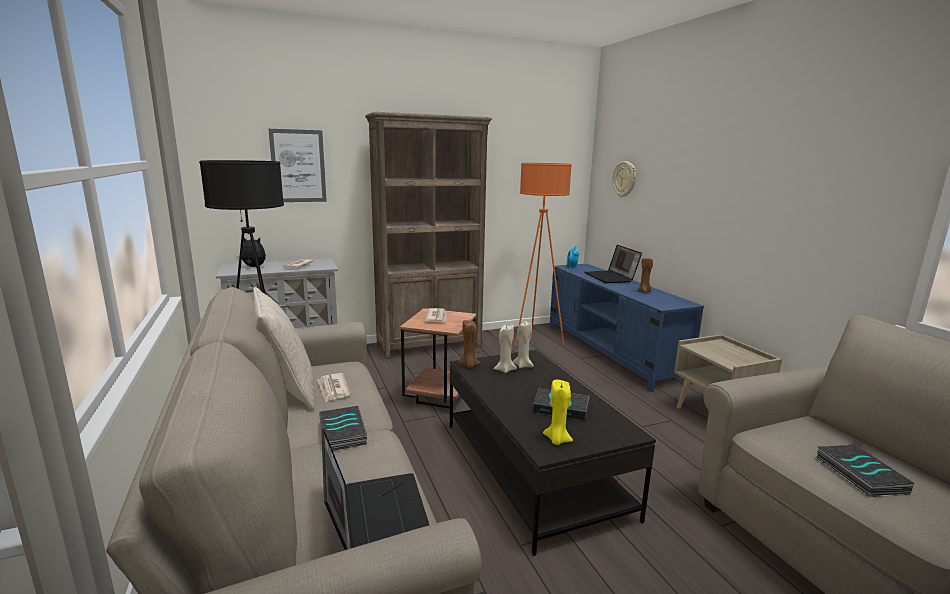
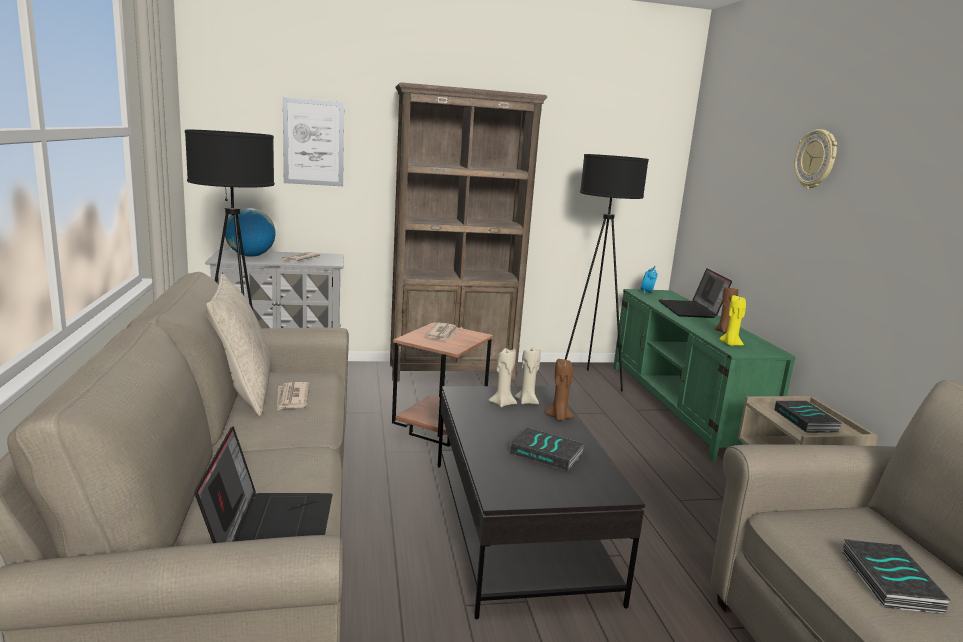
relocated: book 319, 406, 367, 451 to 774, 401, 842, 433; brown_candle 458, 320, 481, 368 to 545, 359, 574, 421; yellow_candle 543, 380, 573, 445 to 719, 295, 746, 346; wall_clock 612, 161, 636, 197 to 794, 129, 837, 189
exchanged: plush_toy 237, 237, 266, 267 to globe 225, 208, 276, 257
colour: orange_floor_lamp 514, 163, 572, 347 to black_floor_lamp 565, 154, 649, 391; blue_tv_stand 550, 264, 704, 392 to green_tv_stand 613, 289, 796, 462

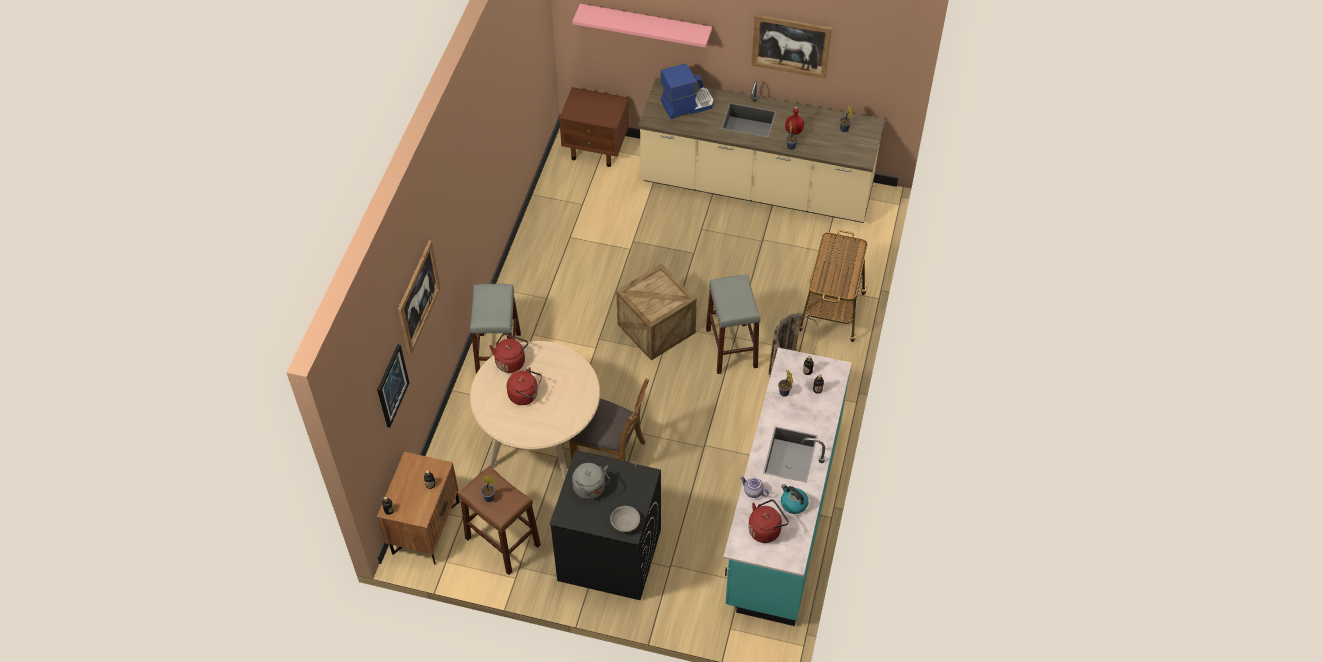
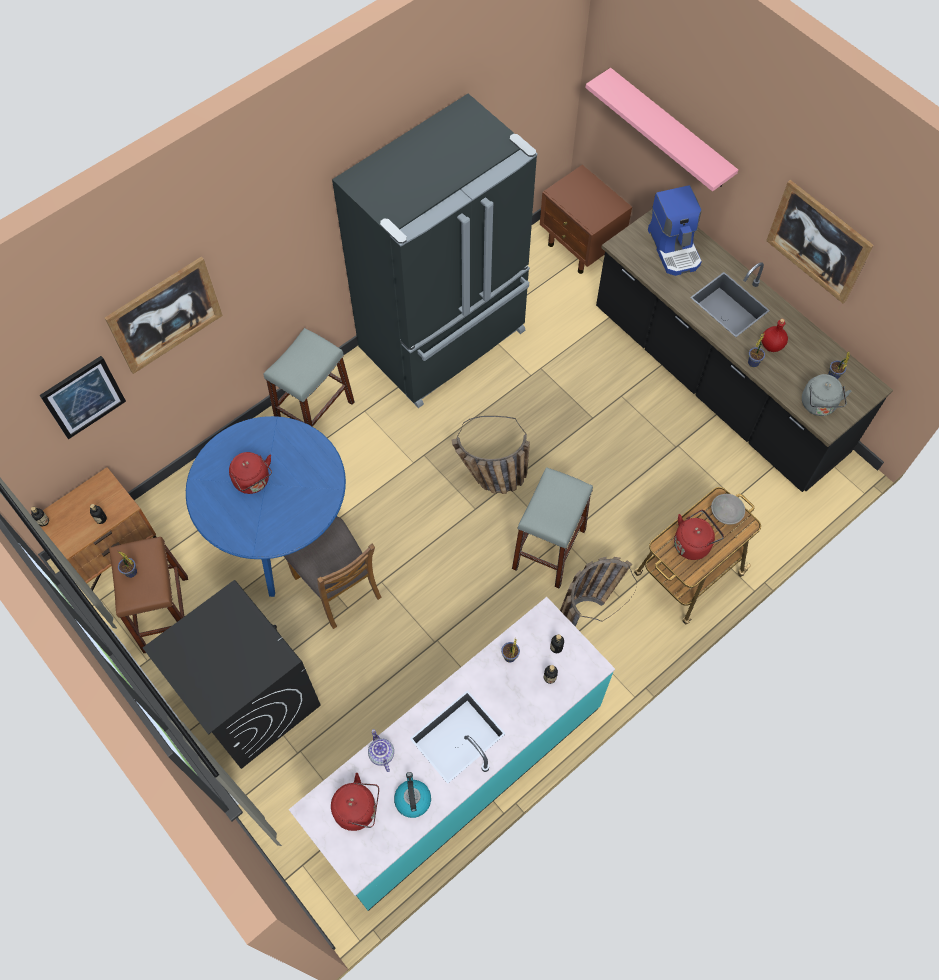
appeared: black_fridge 332, 94, 538, 408
relocated: red_kettle 489, 333, 528, 373 to 674, 510, 724, 560; grey_kettle 572, 463, 610, 500 to 802, 374, 852, 416; grey_bowl 610, 506, 640, 532 to 711, 494, 745, 525
exchanged: crate 616, 263, 697, 361 to basket 451, 416, 530, 494
colour: beige_dining_table 470, 341, 600, 480 to blue_dining_table 186, 416, 346, 597; beige_counter 638, 78, 885, 223 to black_counter 596, 209, 893, 492
spun: coffee_machine 661, 64, 714, 119 = 648, 185, 702, 276 60 degrees clockwise

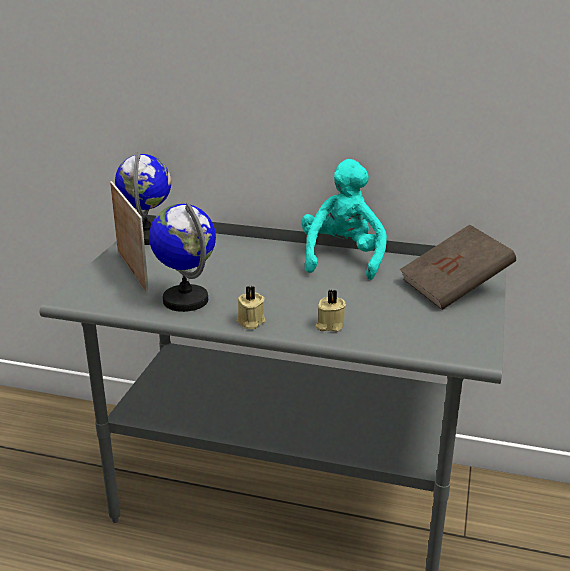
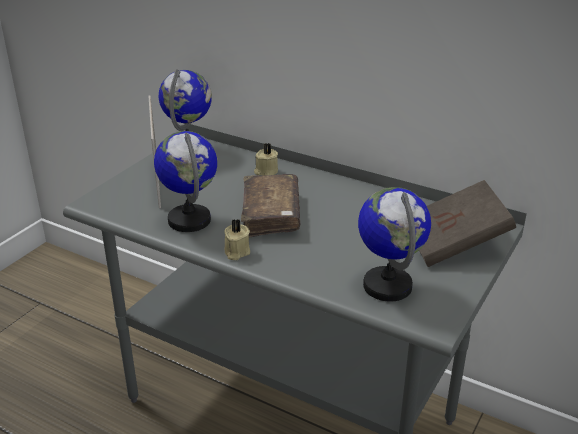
missing: turquoise_plush_toy 301, 159, 387, 280
appeared: brown_book 241, 174, 300, 237; globe 358, 187, 431, 301
relocated: beige_candle 315, 289, 346, 332 to 254, 143, 278, 176

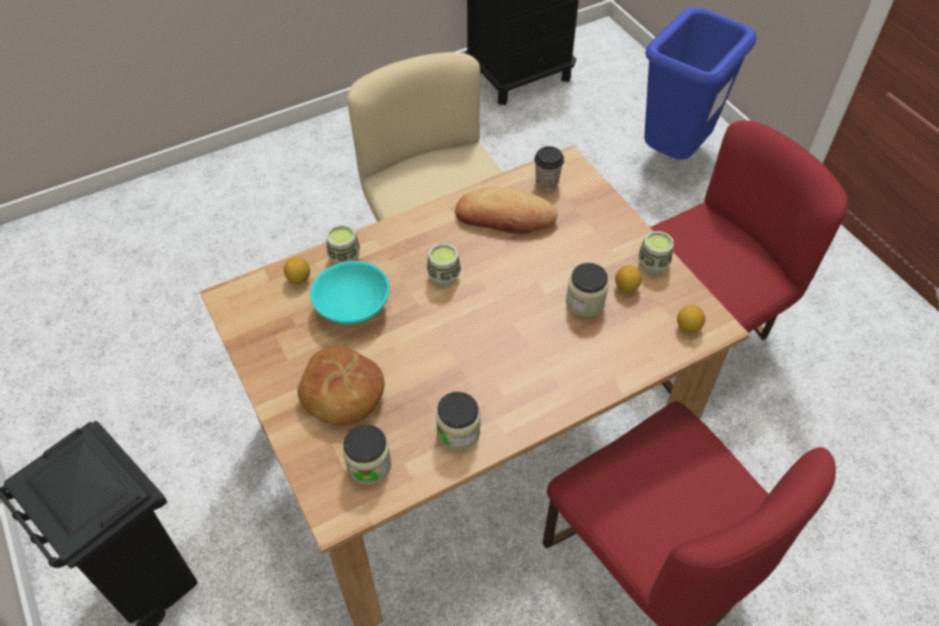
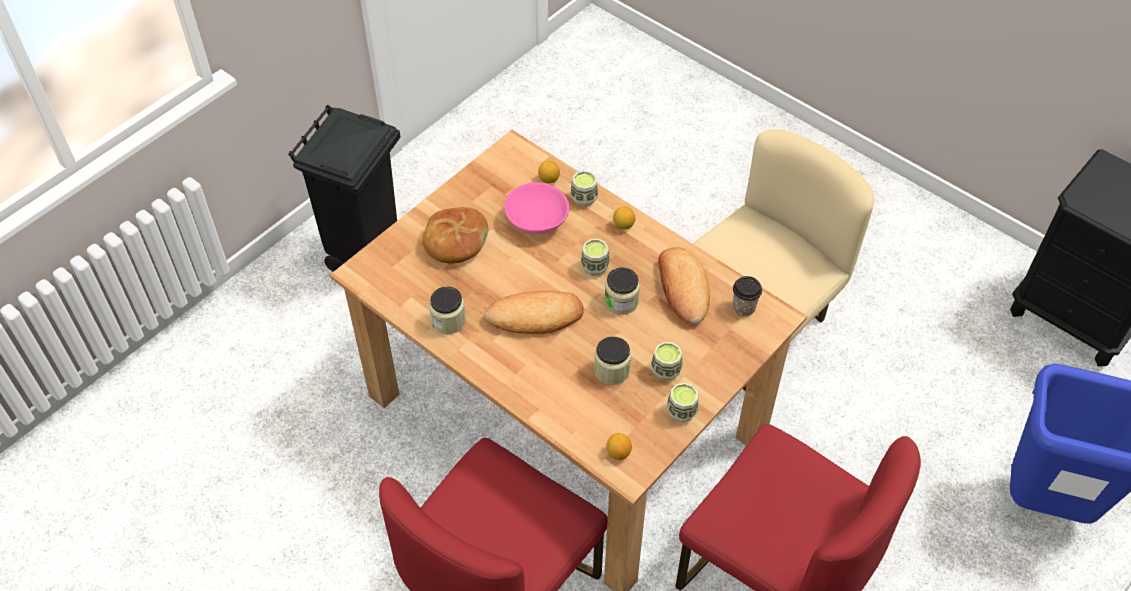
appeared: bread 485, 291, 584, 334; cup 651, 342, 683, 381
relocated: jar 343, 425, 391, 485 to 604, 267, 640, 315; lemon 615, 265, 642, 293 to 613, 206, 636, 230
colour: turquoise_bowl 310, 261, 389, 324 to pink_bowl 504, 182, 569, 234

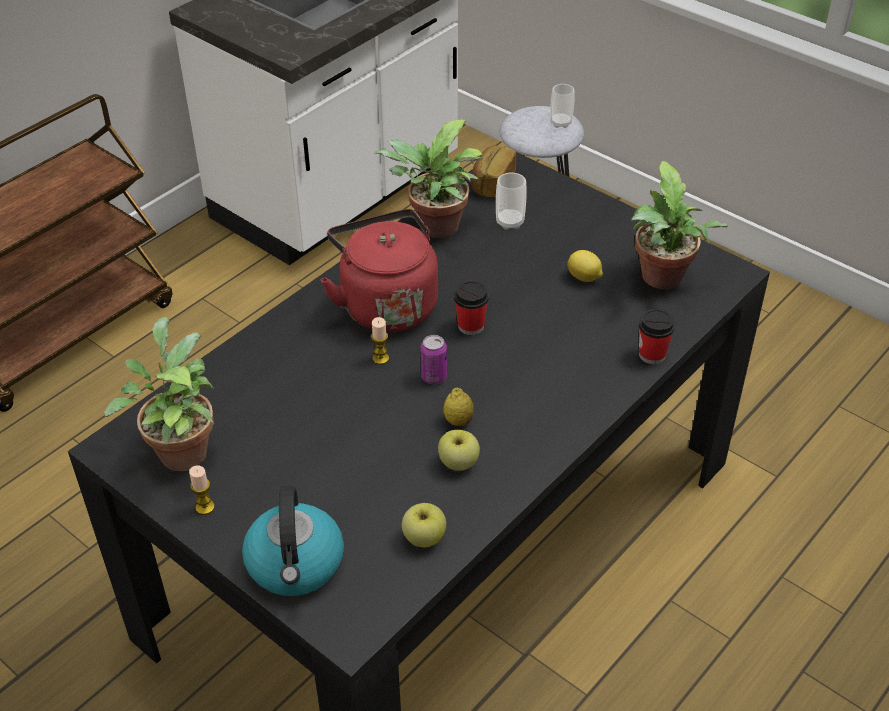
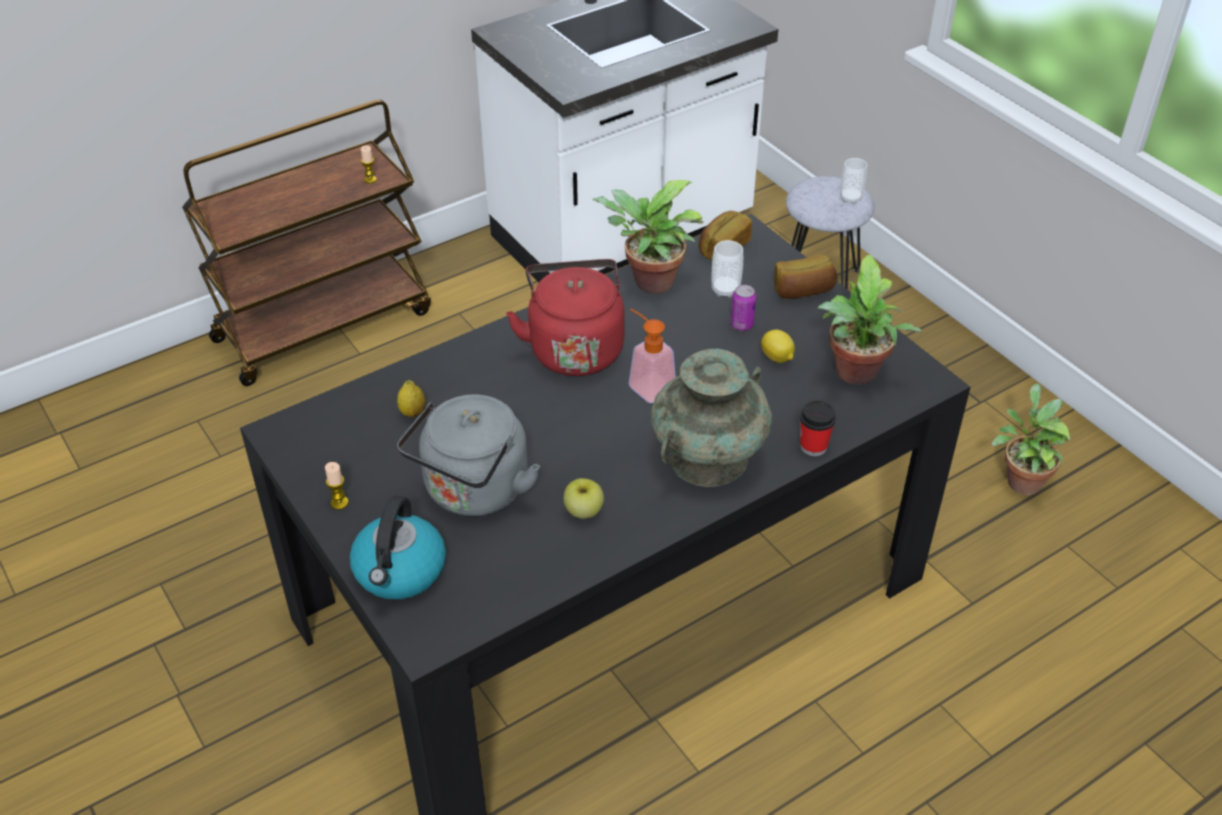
missing: apple 402, 503, 446, 547
appeared: grey_kettle 397, 394, 540, 516; turquoise_vase 651, 349, 773, 487; bread 774, 254, 837, 299
relocated: potted_plant 104, 317, 214, 471 to 992, 384, 1070, 495; candle 371, 317, 389, 365 to 361, 145, 377, 184; can 421, 335, 447, 384 to 731, 285, 756, 331; lemon 443, 388, 474, 426 to 397, 380, 425, 417
exchanged: cup 454, 281, 489, 335 to soap_dispenser 629, 309, 676, 403

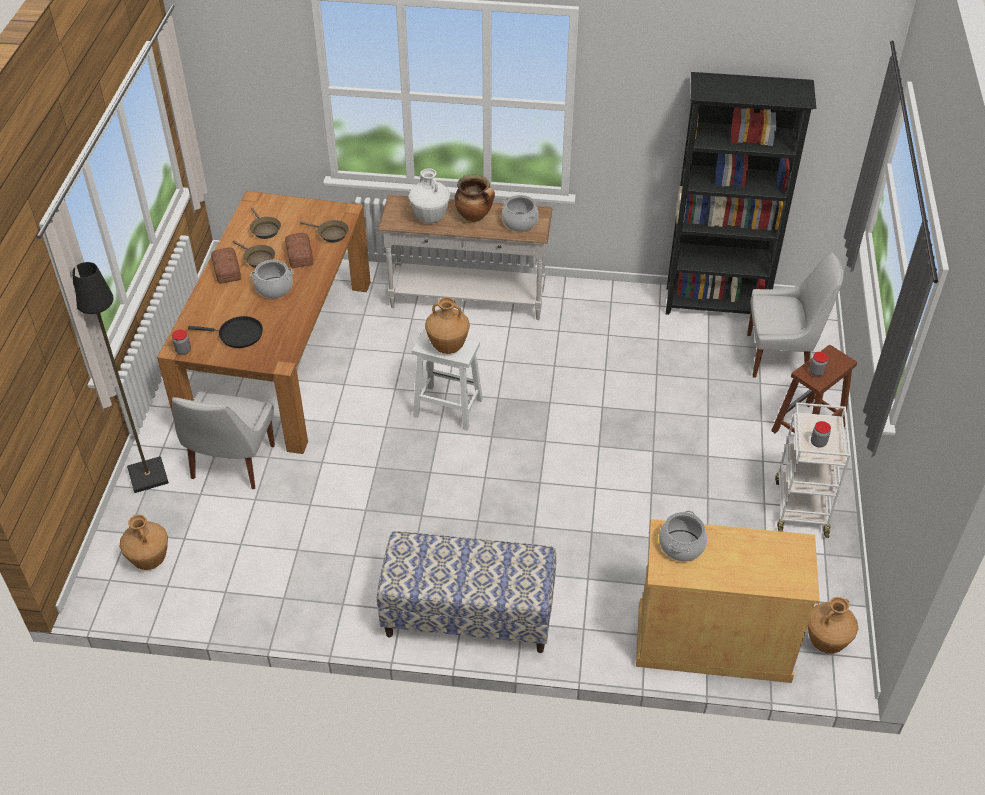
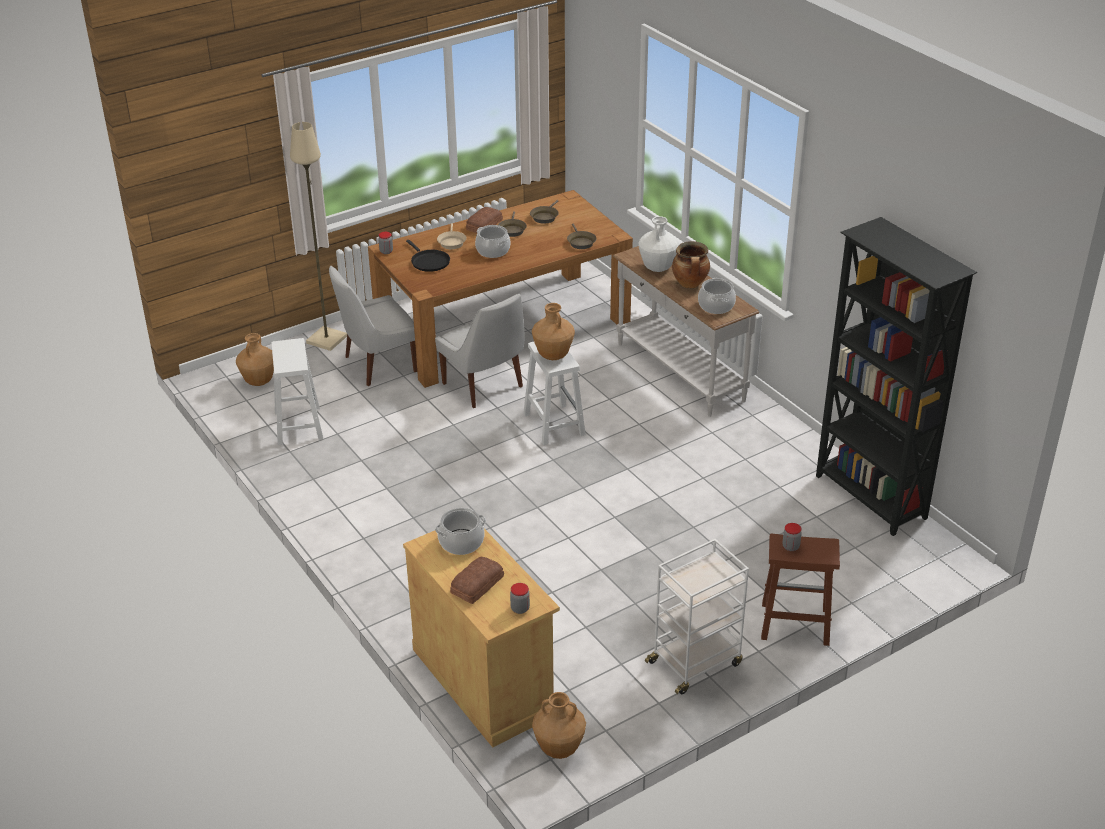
missing: bench 377, 531, 556, 653
appeared: white_stool 271, 338, 323, 445; beige_frying_pan 437, 223, 467, 249
relocated: bread 285, 233, 313, 268 to 450, 557, 504, 604; white_chair 747, 252, 844, 377 to 435, 294, 524, 408; jar 811, 421, 831, 448 to 510, 583, 530, 614
colour: black_floor_lamp 72, 262, 169, 493 to beige_floor_lamp 290, 122, 347, 351

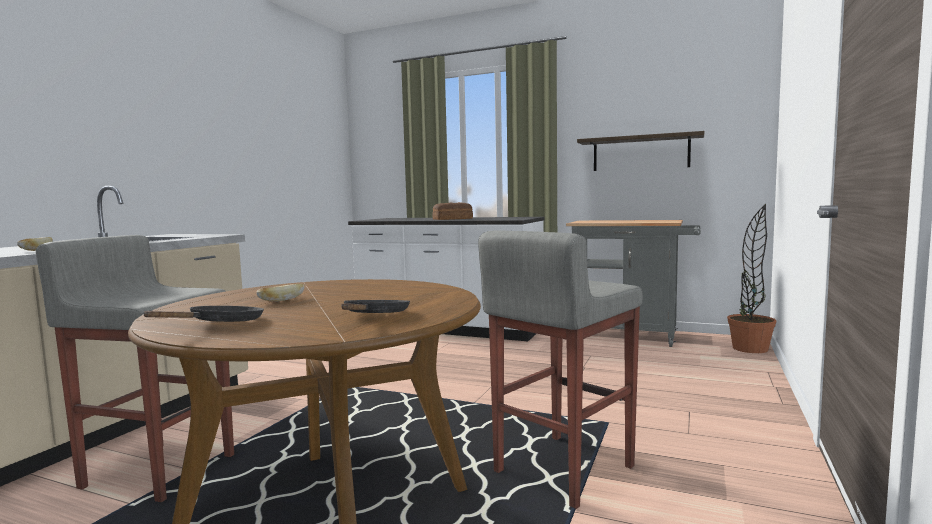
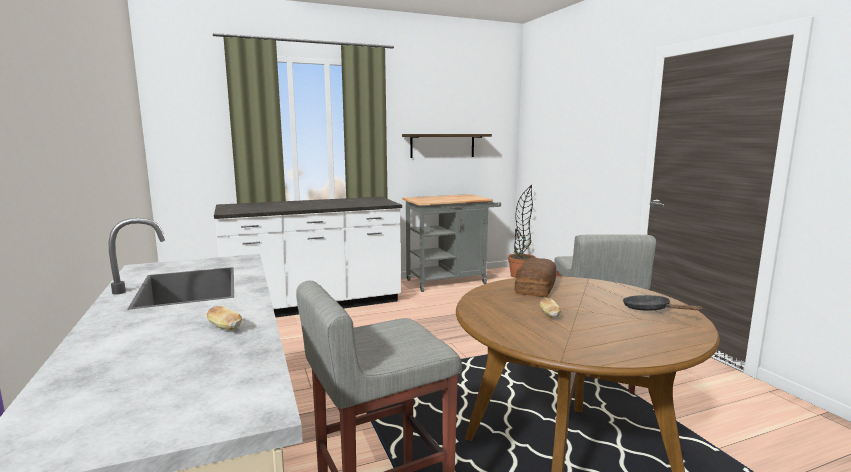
missing: black_frying_pan 143, 306, 264, 322
relocated: bread 432, 202, 473, 220 to 514, 257, 556, 297

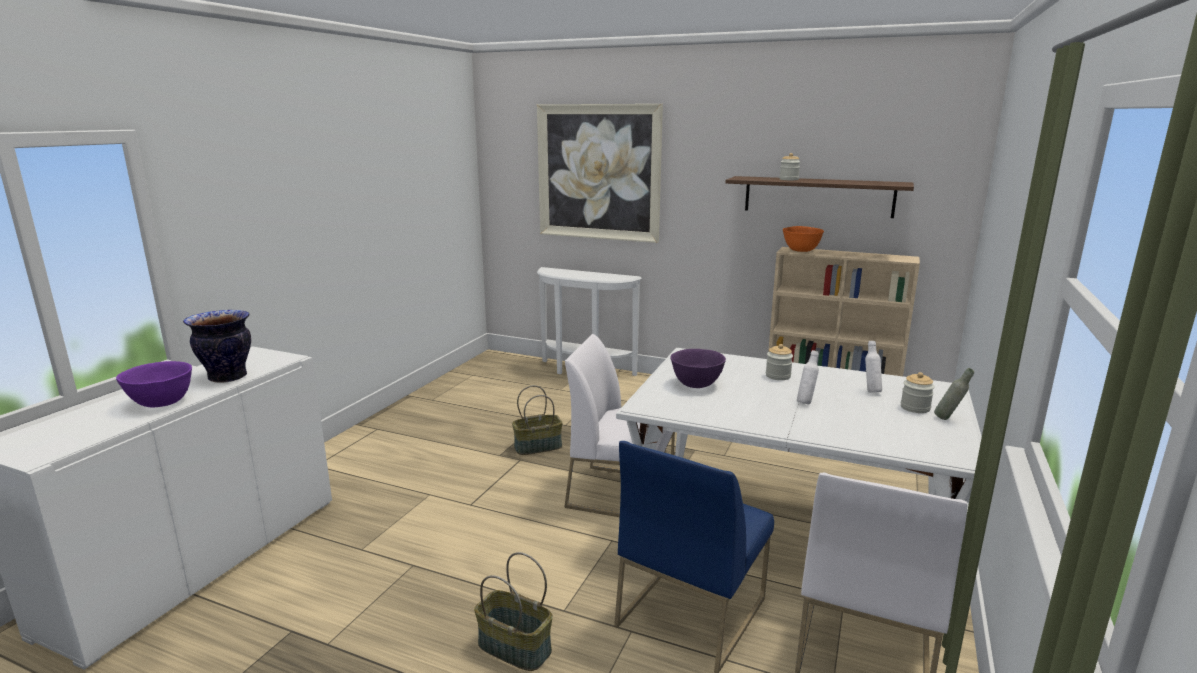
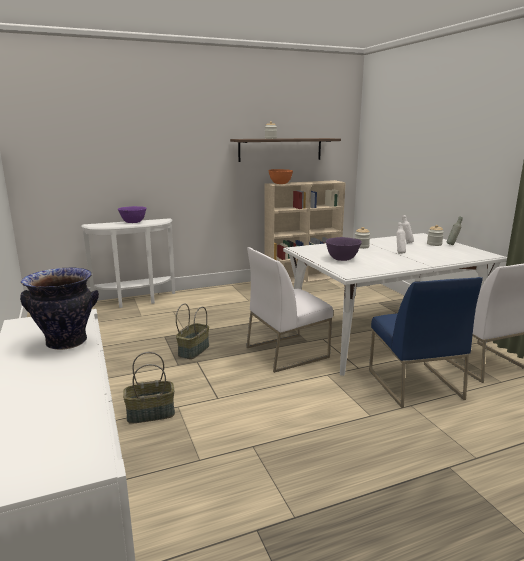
missing: picture 537, 104, 663, 243
relocated: purple_bowl 116, 361, 192, 407 to 118, 206, 146, 223; basket 474, 552, 553, 671 to 123, 352, 175, 424

